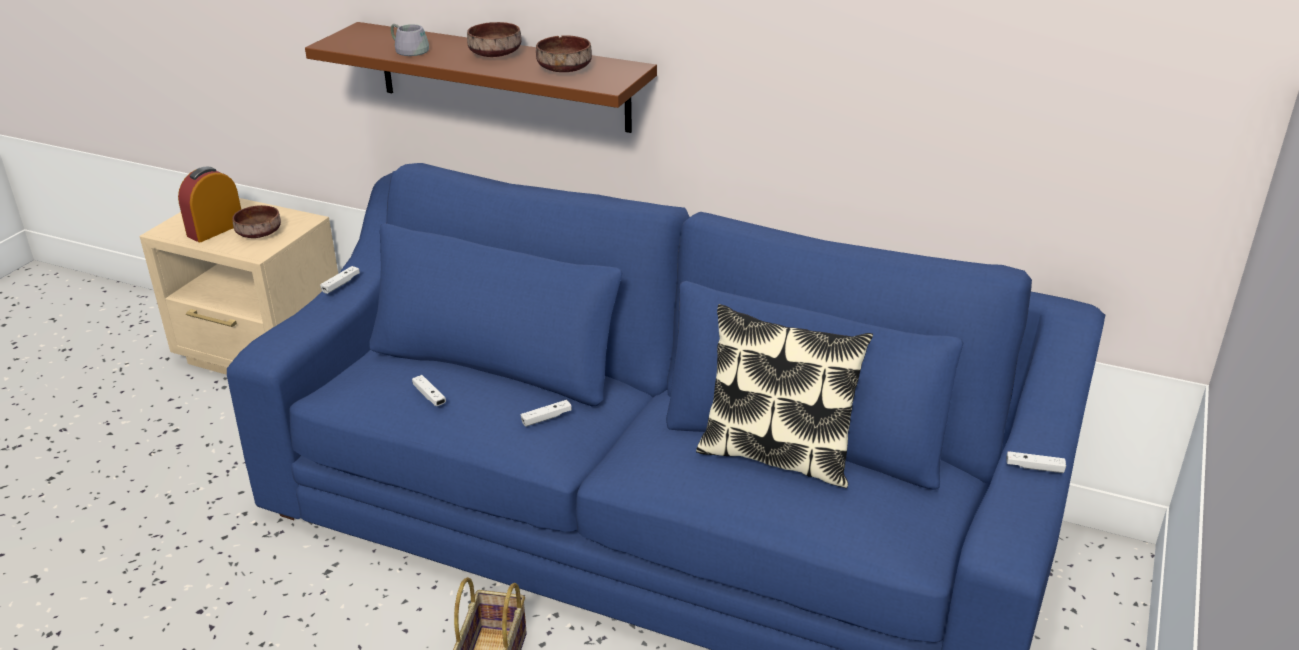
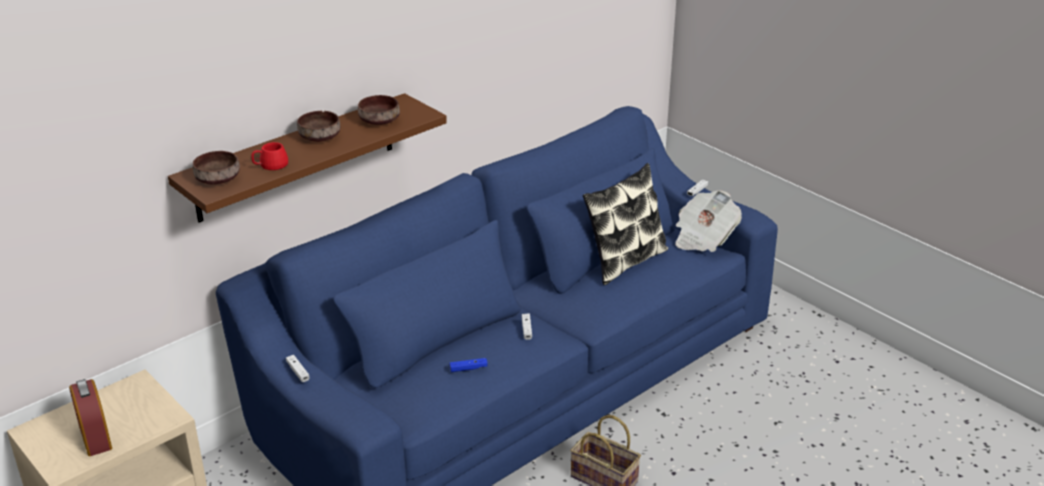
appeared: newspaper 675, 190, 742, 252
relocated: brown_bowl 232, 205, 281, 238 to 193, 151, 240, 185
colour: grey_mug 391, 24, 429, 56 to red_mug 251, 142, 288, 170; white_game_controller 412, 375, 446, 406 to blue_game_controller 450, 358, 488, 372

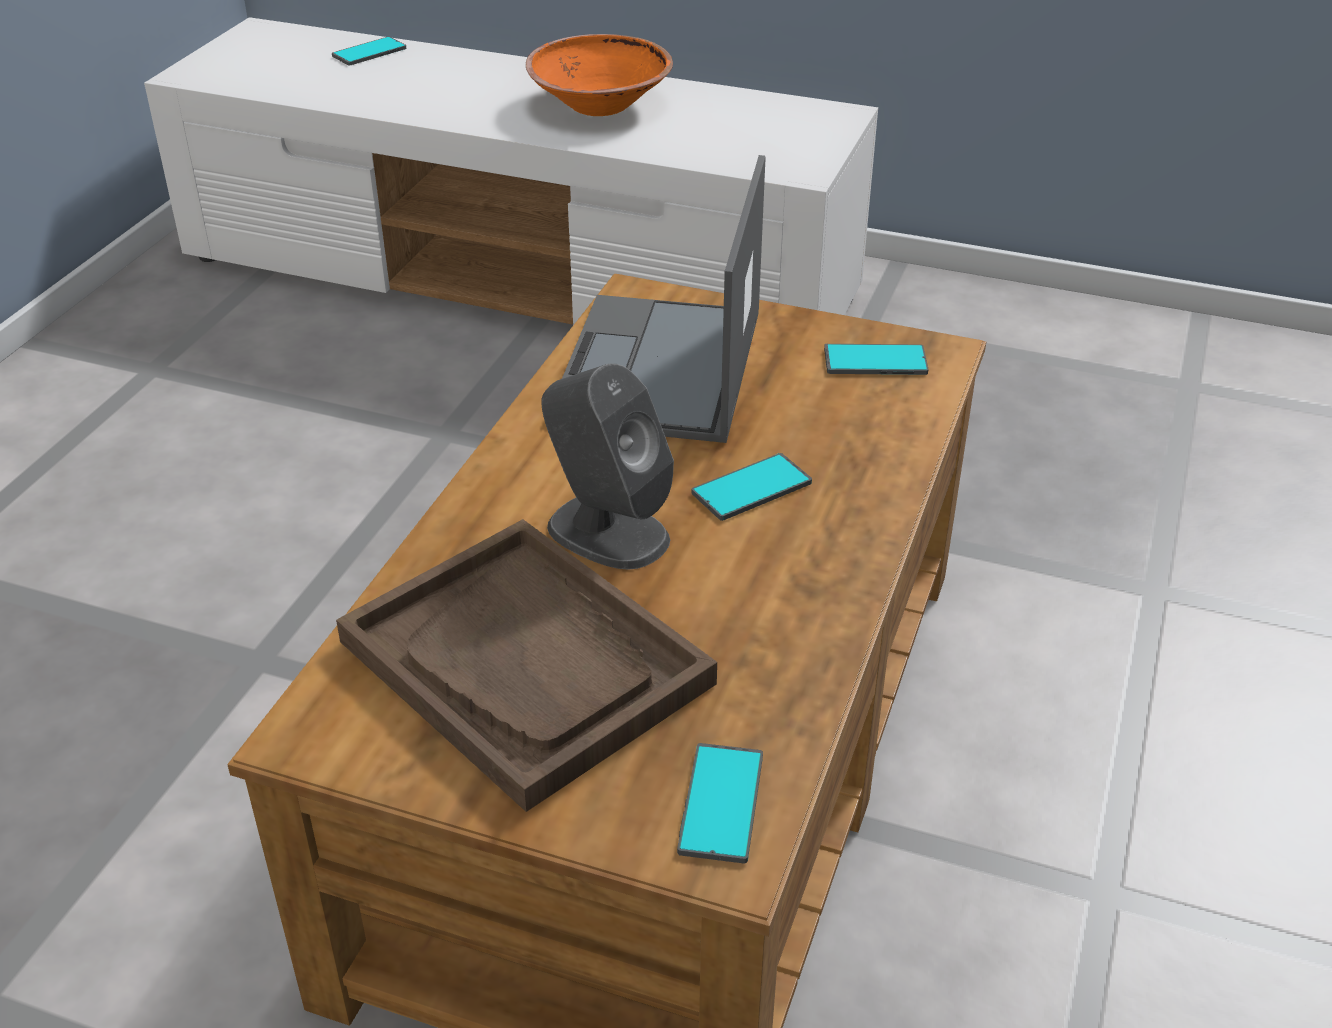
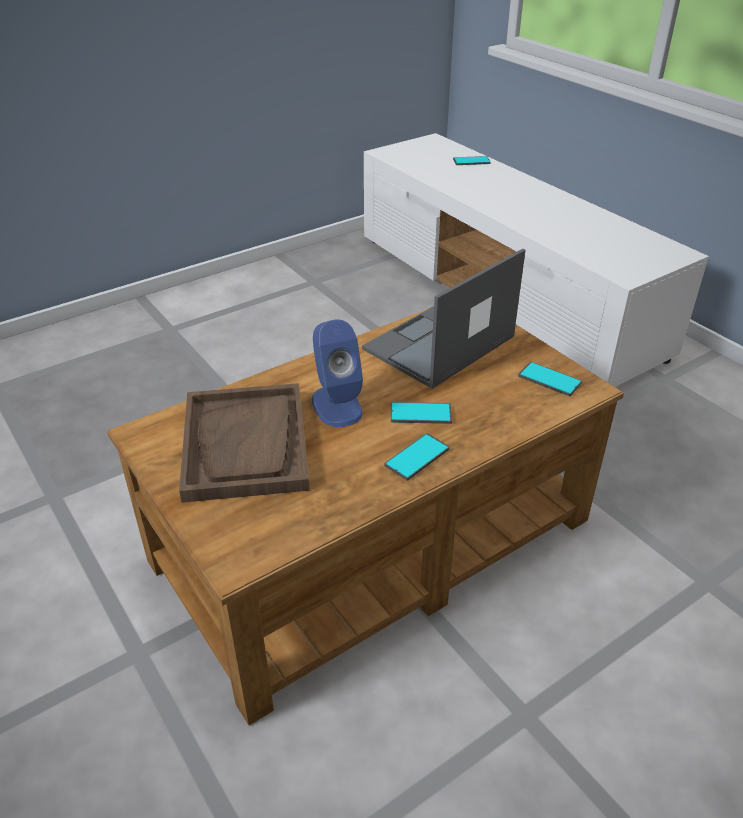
missing: orange_bowl 526, 34, 673, 116
relocated: phone 677, 743, 763, 864 to 385, 433, 450, 480
colour: grey_speaker 541, 363, 674, 570 to blue_speaker 312, 319, 363, 427

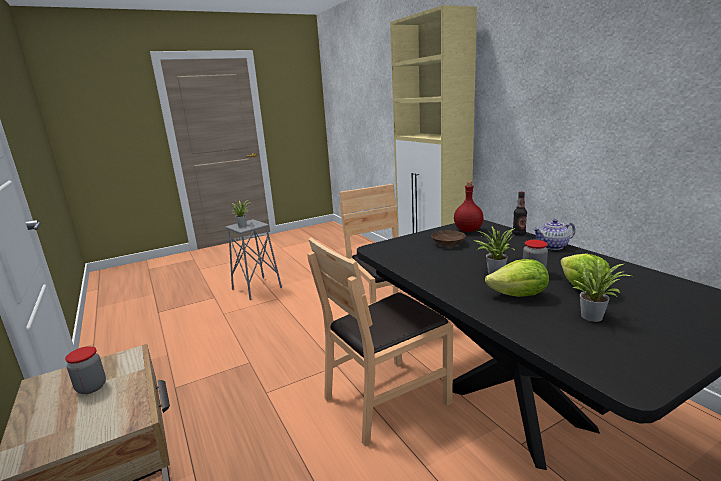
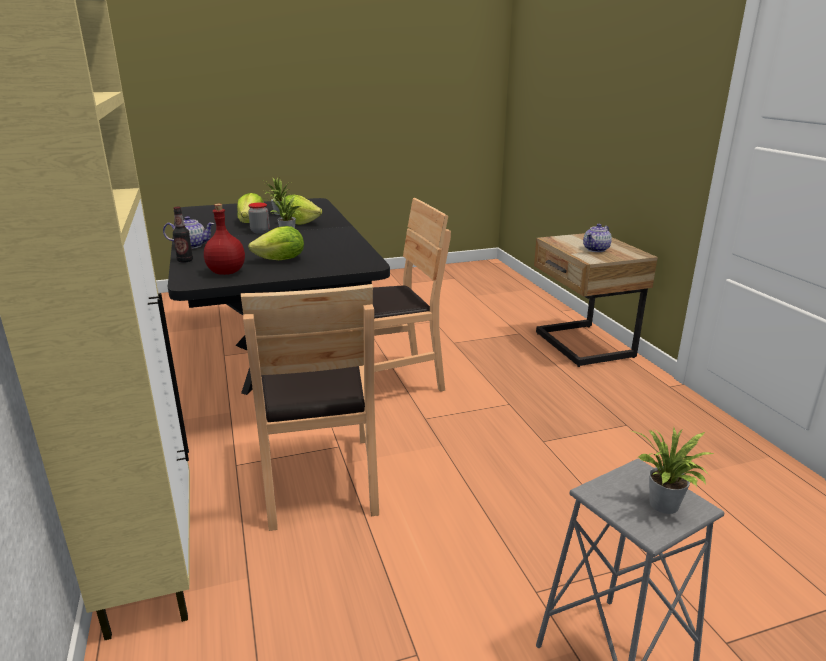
exchanged: jar 65, 346, 106, 394 to teapot 583, 224, 612, 252; brown_bowl 431, 230, 466, 247 to lettuce 248, 226, 304, 260

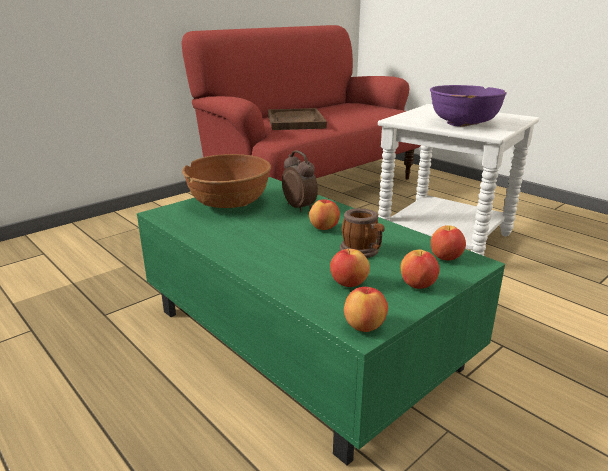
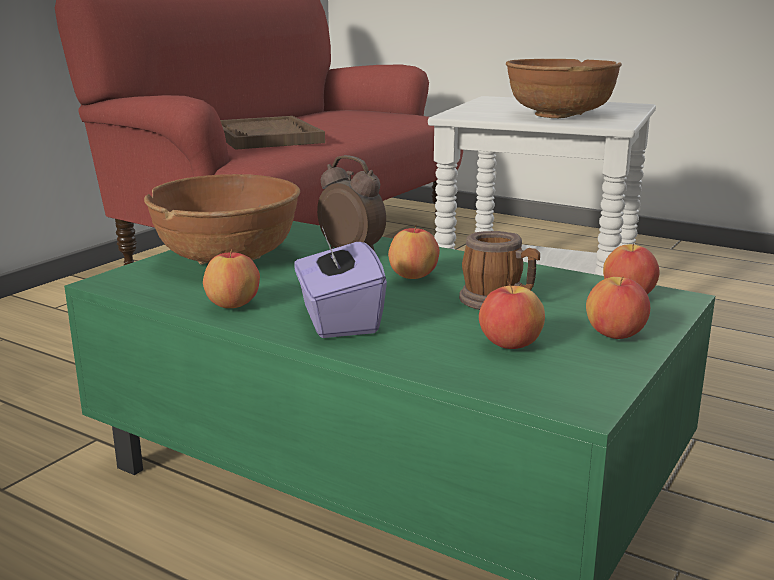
appeared: purple_tissue_box 294, 227, 387, 338
relocated: apple 344, 287, 388, 332 to 203, 249, 260, 308
colour: purple_bowl 430, 85, 507, 127 to brown_bowl 506, 59, 622, 118

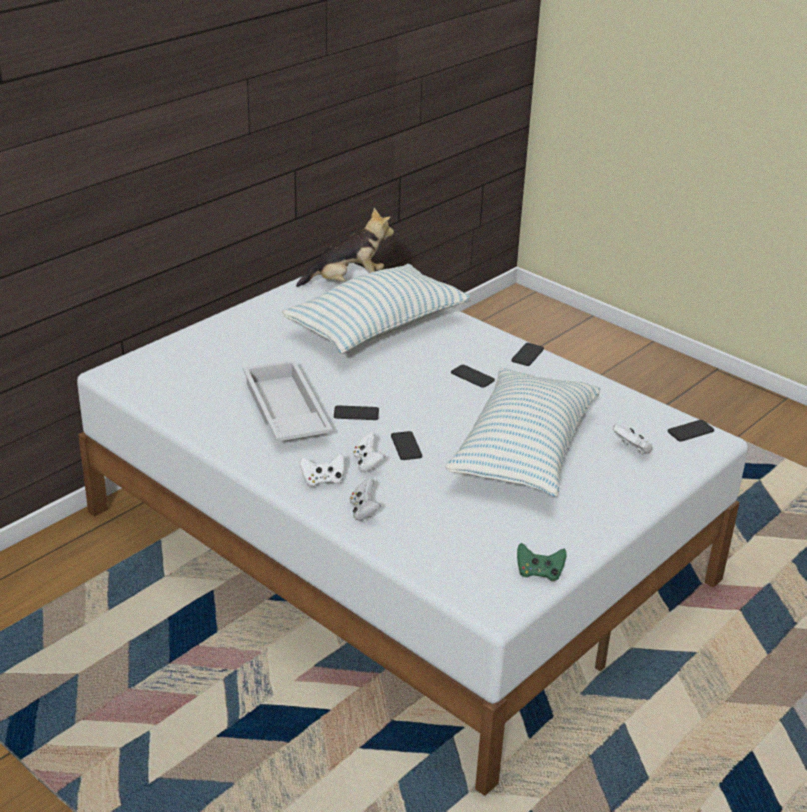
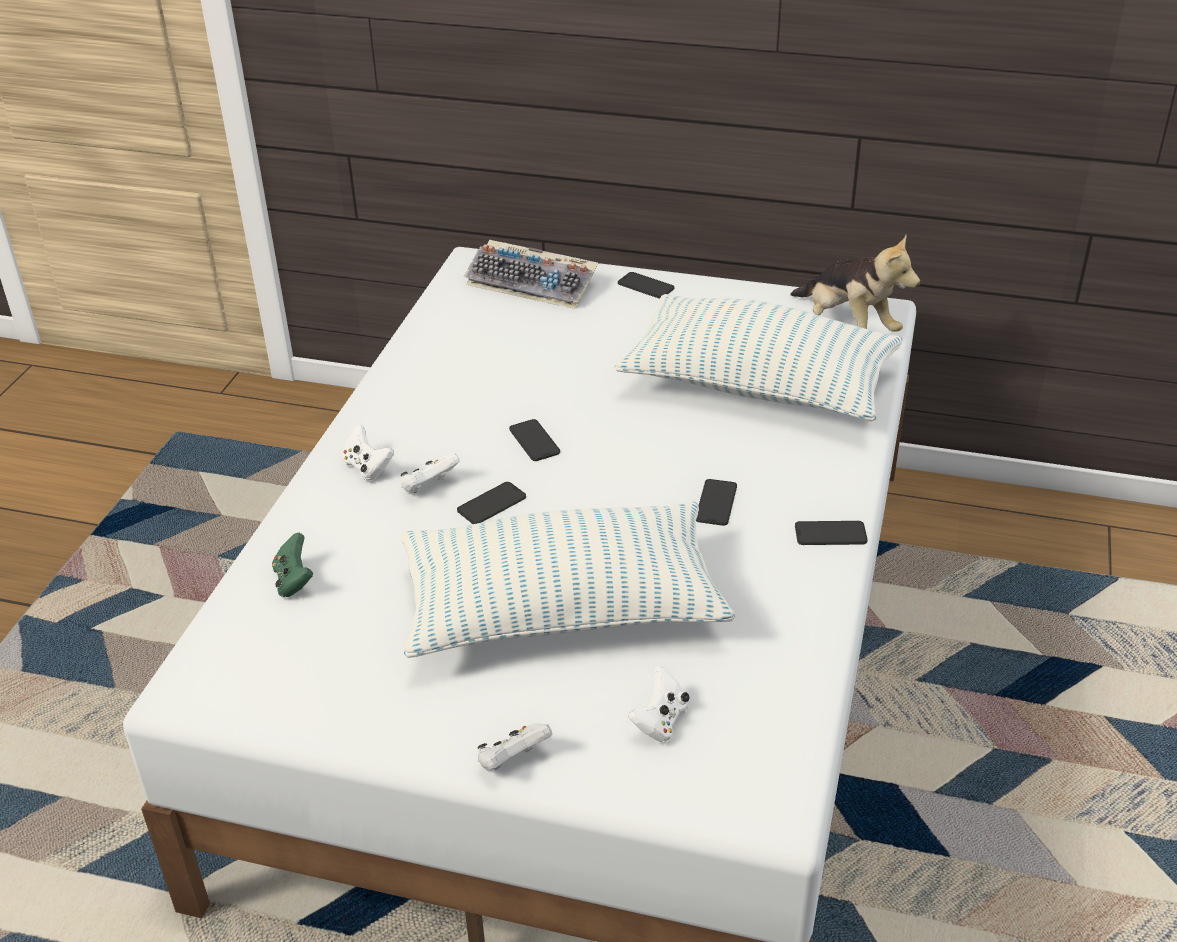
missing: white_tray 243, 360, 332, 441
appeared: keyboard 464, 240, 598, 309
relocated: white_game_controller 350, 478, 380, 521 to 478, 724, 552, 771; green_game_controller 517, 543, 567, 581 to 272, 532, 314, 597; phone 668, 420, 714, 441 to 618, 272, 674, 299

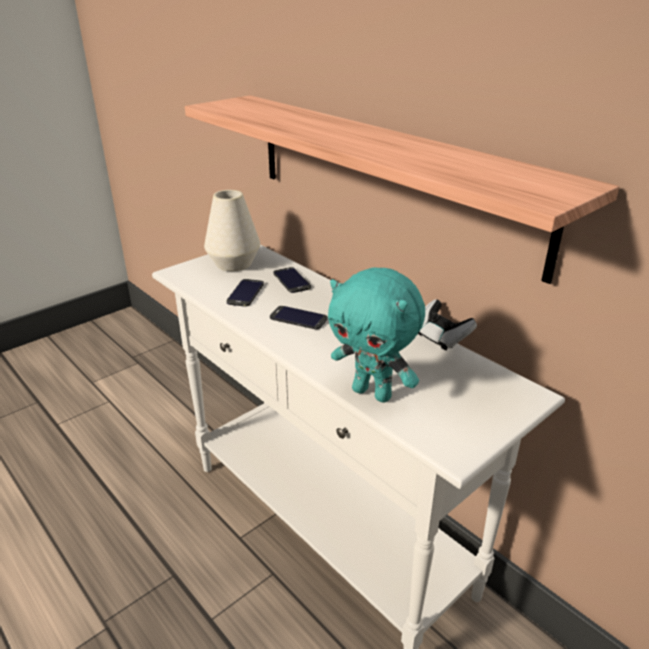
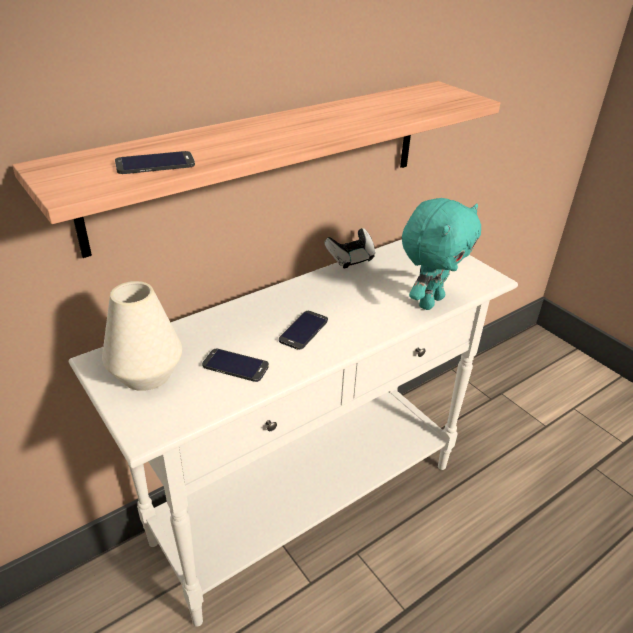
relocated: phone 273, 267, 311, 293 to 115, 151, 195, 174

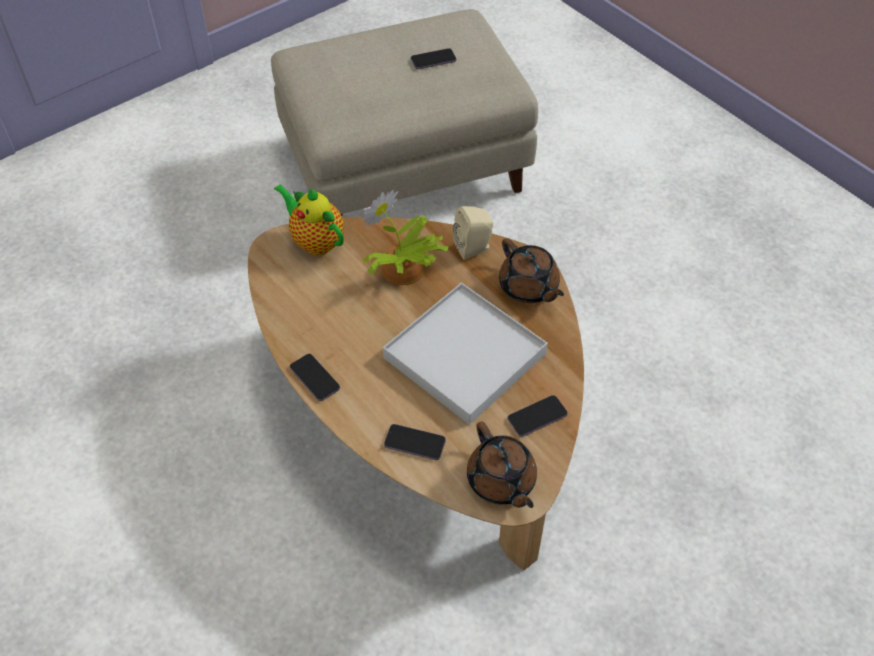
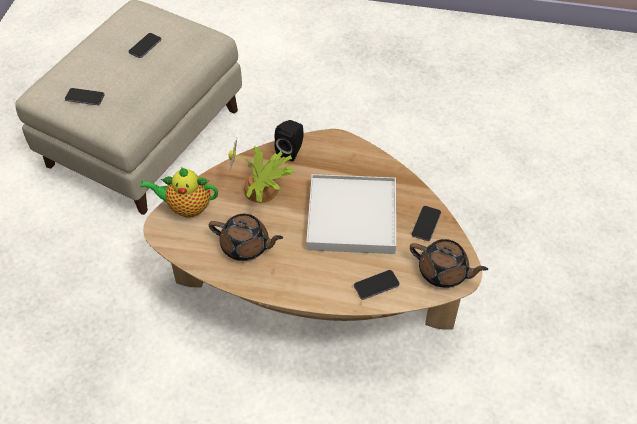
relocated: phone 290, 354, 340, 401 to 65, 88, 105, 105; brown_teapot 499, 238, 564, 303 to 209, 214, 283, 261
colour: beige_speaker 453, 206, 493, 260 to black_speaker 274, 120, 304, 162

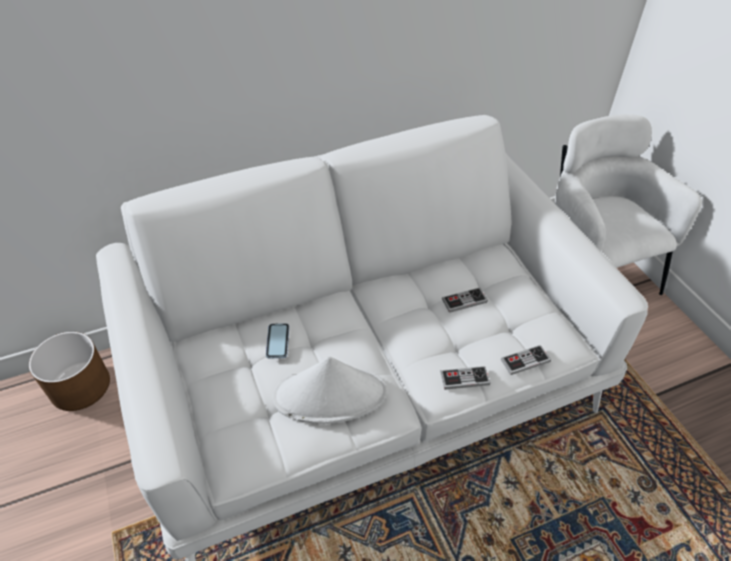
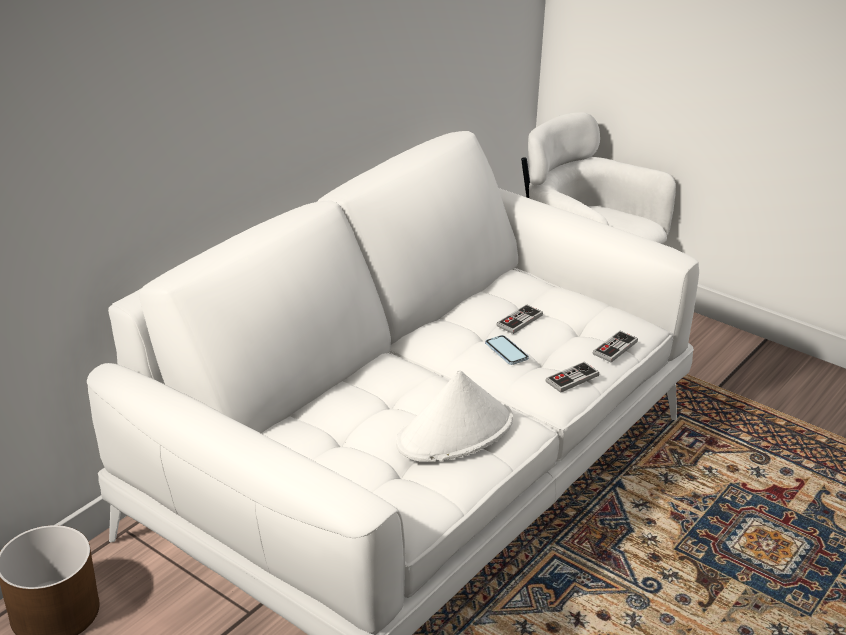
relocated: phone 266, 323, 289, 358 to 485, 335, 529, 365

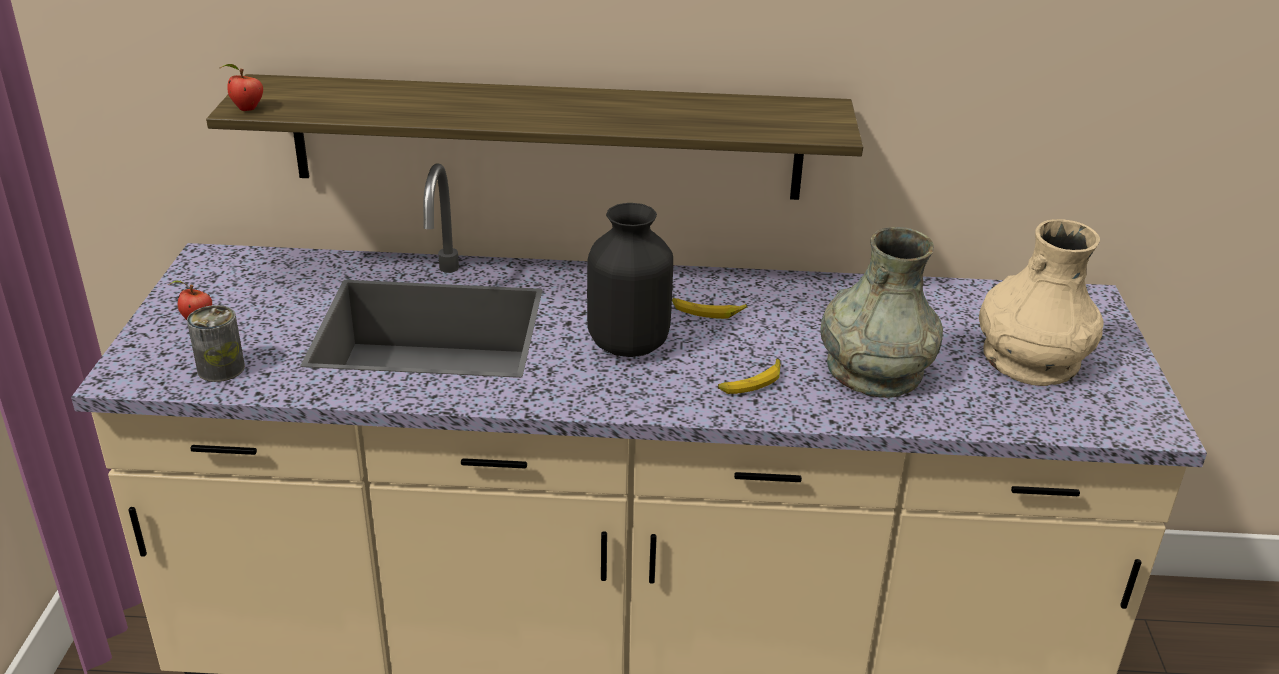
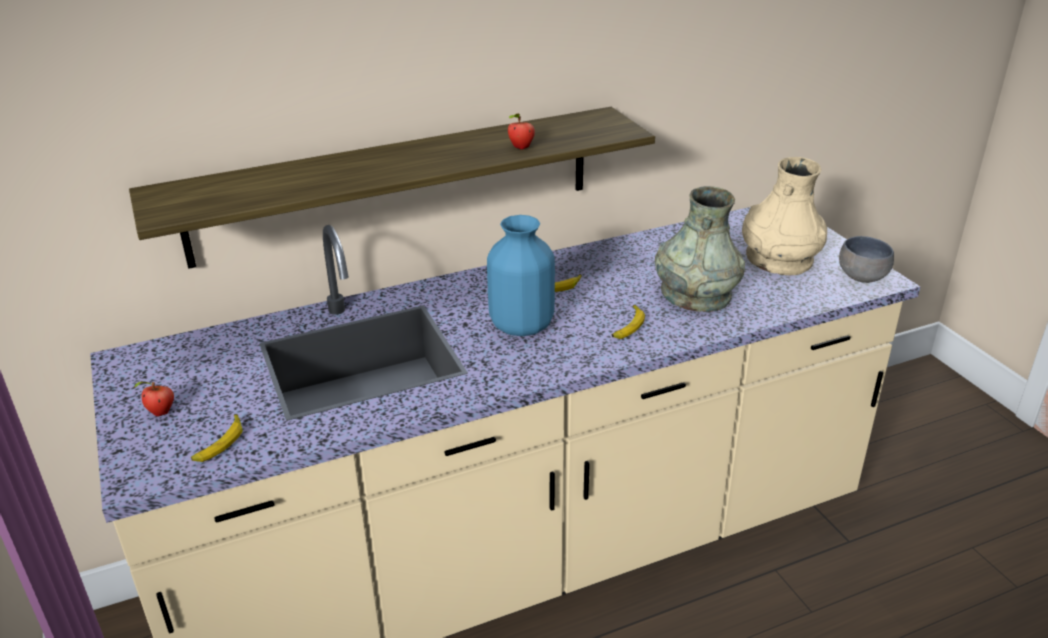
appeared: grey_bowl 839, 236, 894, 283
relocated: apple 220, 64, 263, 111 to 508, 114, 535, 150
exchanged: can 187, 305, 245, 382 to banana 191, 414, 243, 462
colour: black_vase 587, 203, 673, 357 to blue_vase 487, 215, 555, 336

